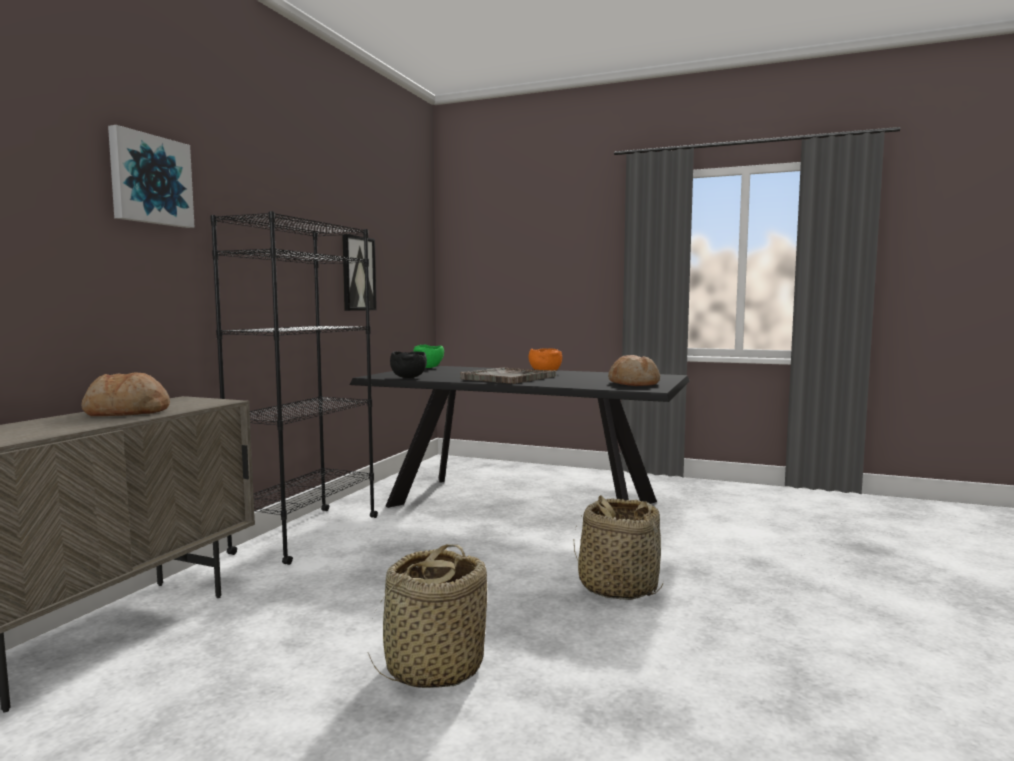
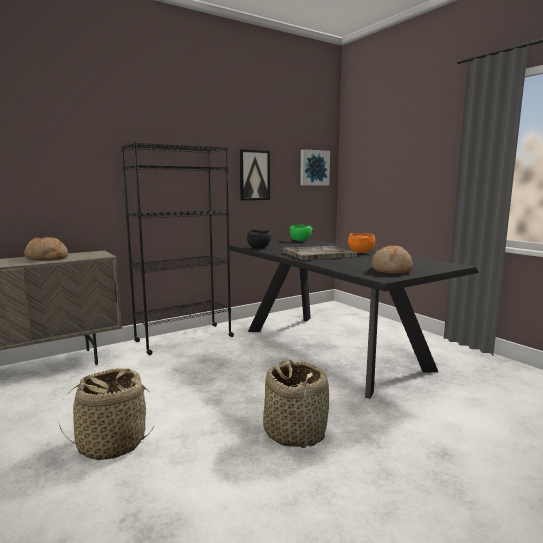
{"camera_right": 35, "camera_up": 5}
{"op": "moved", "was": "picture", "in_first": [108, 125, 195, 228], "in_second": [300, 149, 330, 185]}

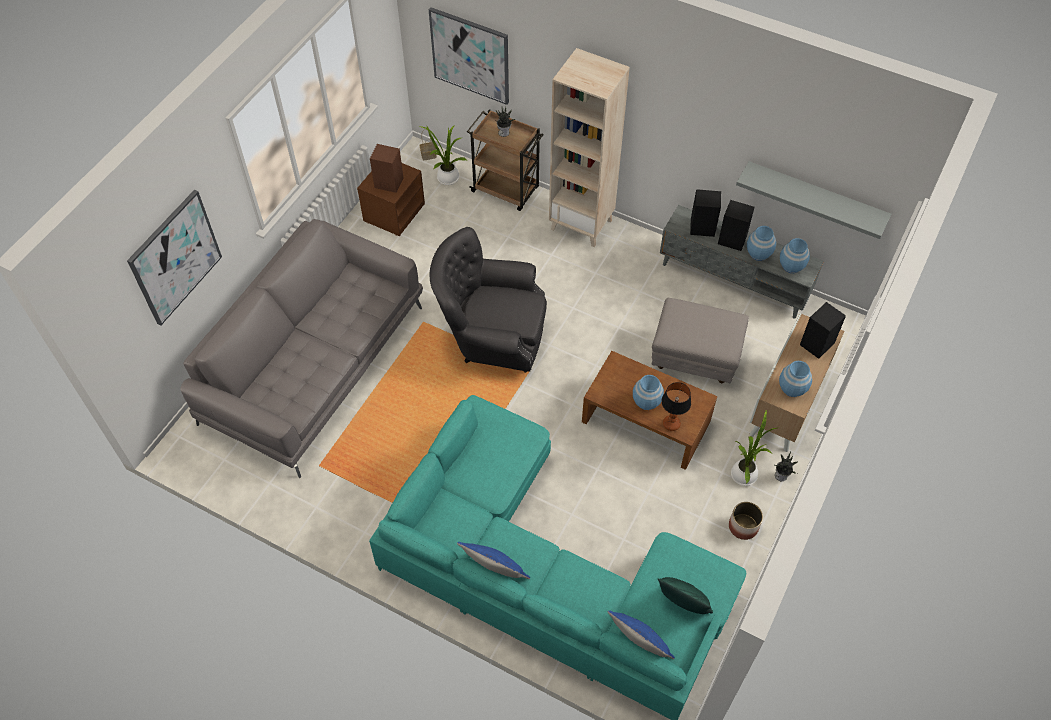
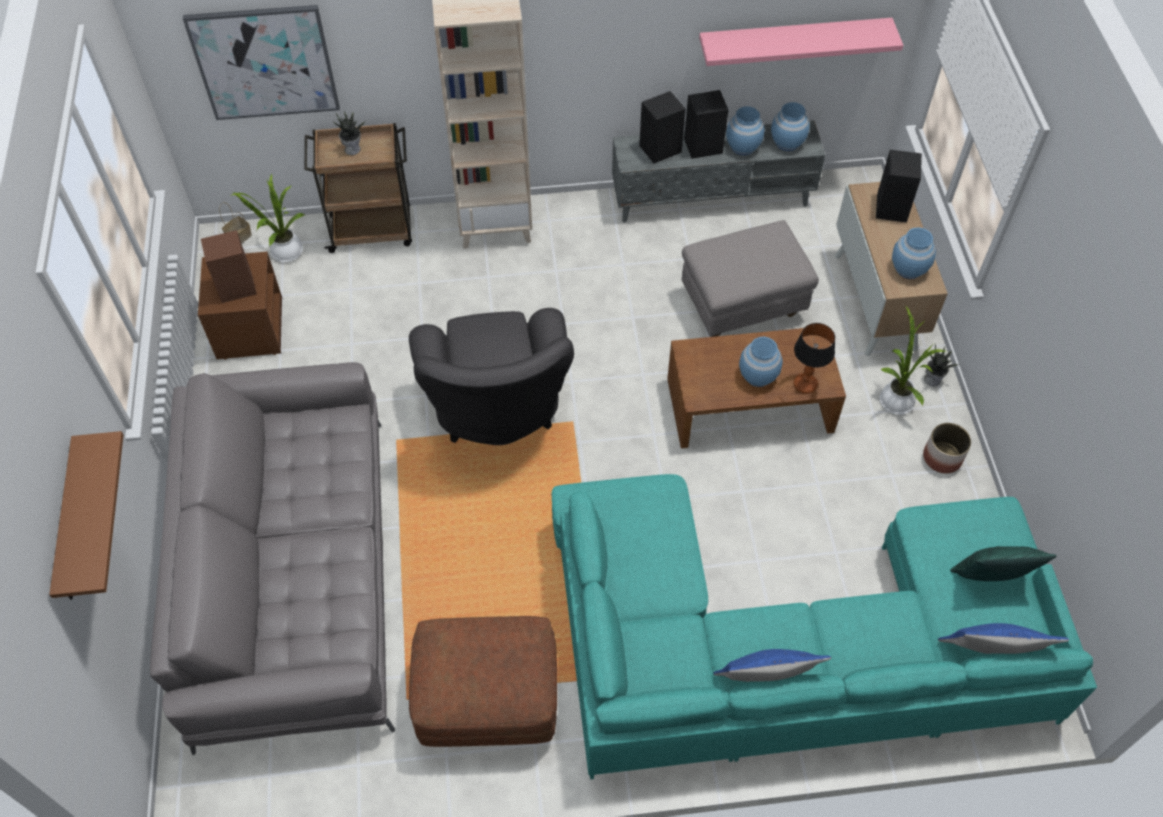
{"camera_right": -35, "camera_up": 0}
{"op": "replaced", "was": "picture", "now": "brown shelf", "in_first": [127, 190, 222, 326], "in_second": [49, 431, 123, 600]}
{"op": "turned", "was": "grey armchair", "in_first": [430, 227, 547, 373], "in_second": [409, 308, 574, 445], "clockwise": -75}
{"op": "added", "now": "brown ottoman", "in_second": [409, 616, 557, 747]}
{"op": "recoloured", "was": "grey shelf", "now": "pink shelf", "in_first": [736, 161, 891, 239], "in_second": [699, 18, 903, 66]}

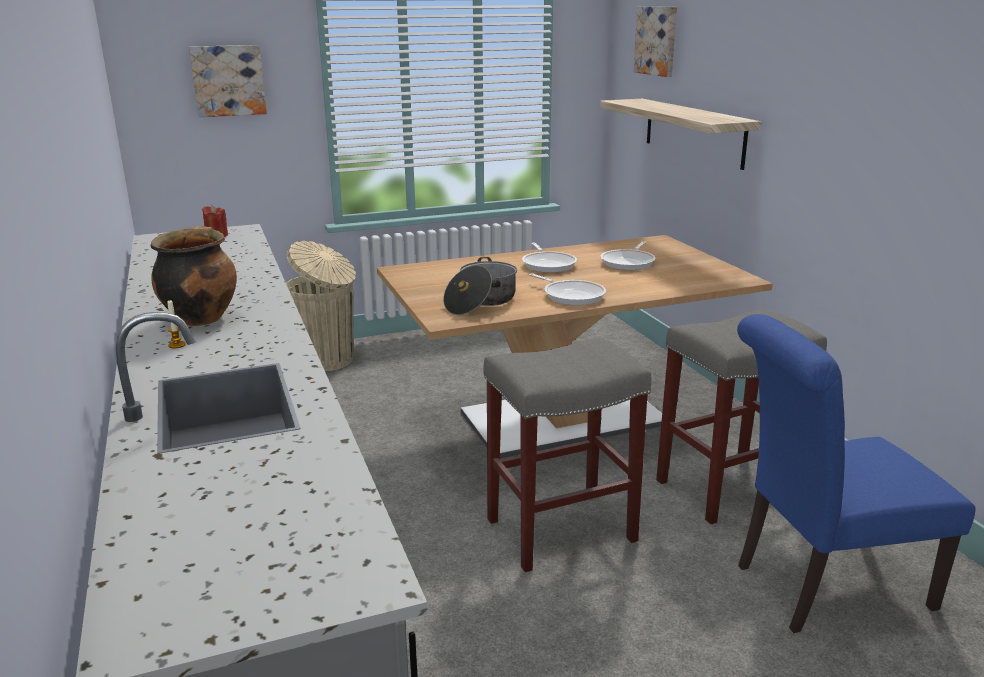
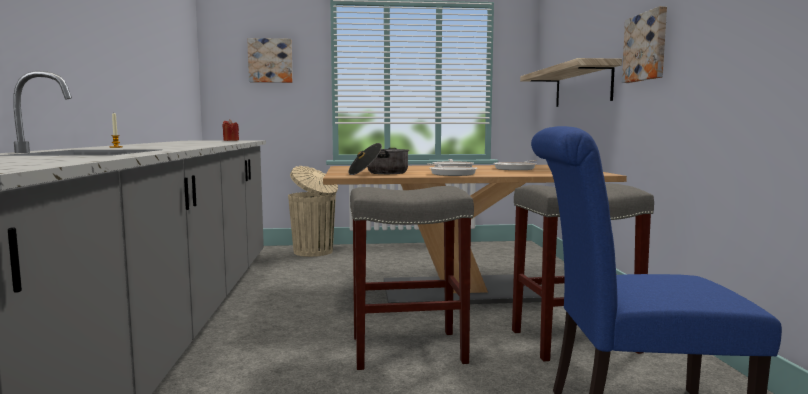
{"camera_right": 15, "camera_up": -15}
{"op": "moved", "was": "picture", "in_first": [634, 7, 677, 77], "in_second": [622, 6, 667, 83]}
{"op": "removed", "was": "cooking pot", "in_first": [151, 226, 237, 326]}

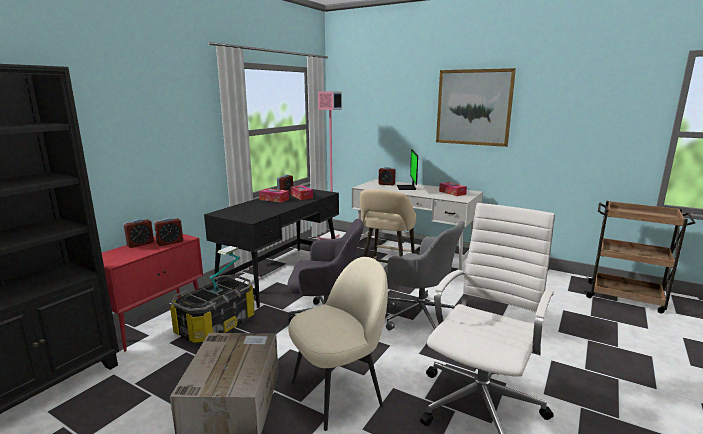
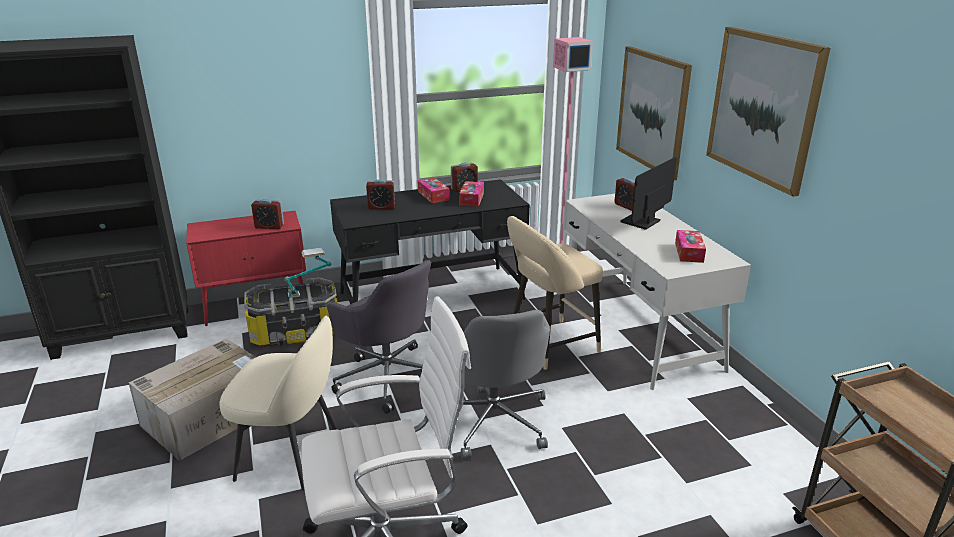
{"camera_right": 40, "camera_up": 10}
{"op": "moved", "was": "alarm clock", "in_first": [123, 219, 154, 248], "in_second": [366, 179, 395, 210]}
{"op": "added", "now": "picture", "in_second": [616, 46, 692, 180]}

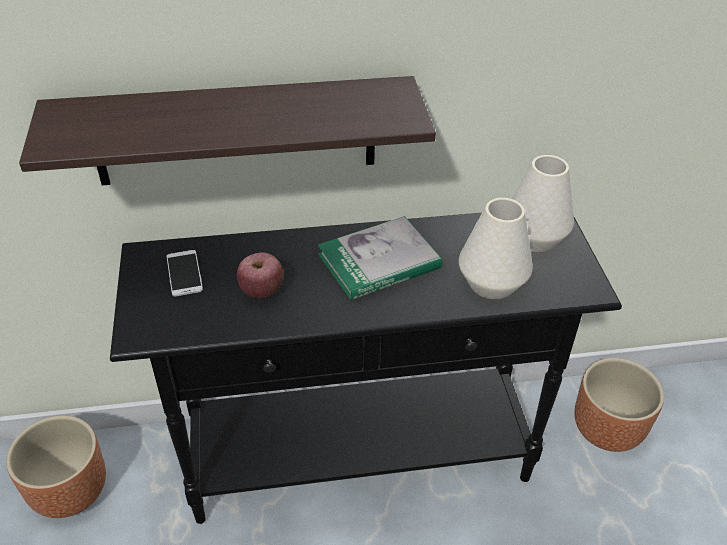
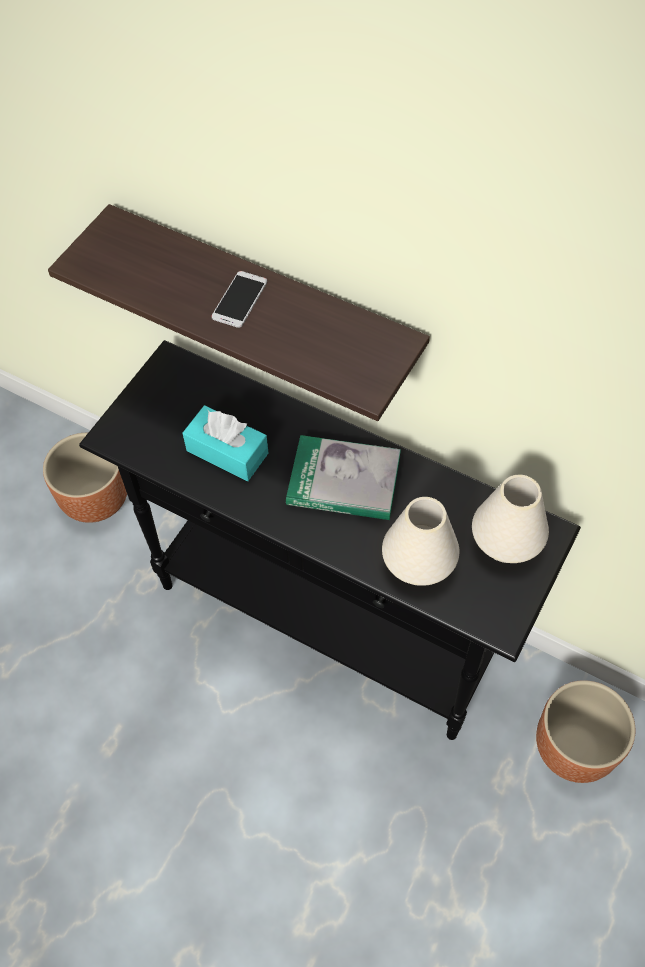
{"camera_right": 40, "camera_up": 15}
{"op": "replaced", "was": "apple", "now": "turquoise tissue box", "in_first": [237, 252, 284, 298], "in_second": [182, 405, 268, 481]}
{"op": "moved", "was": "phone", "in_first": [166, 250, 203, 297], "in_second": [211, 271, 267, 328]}

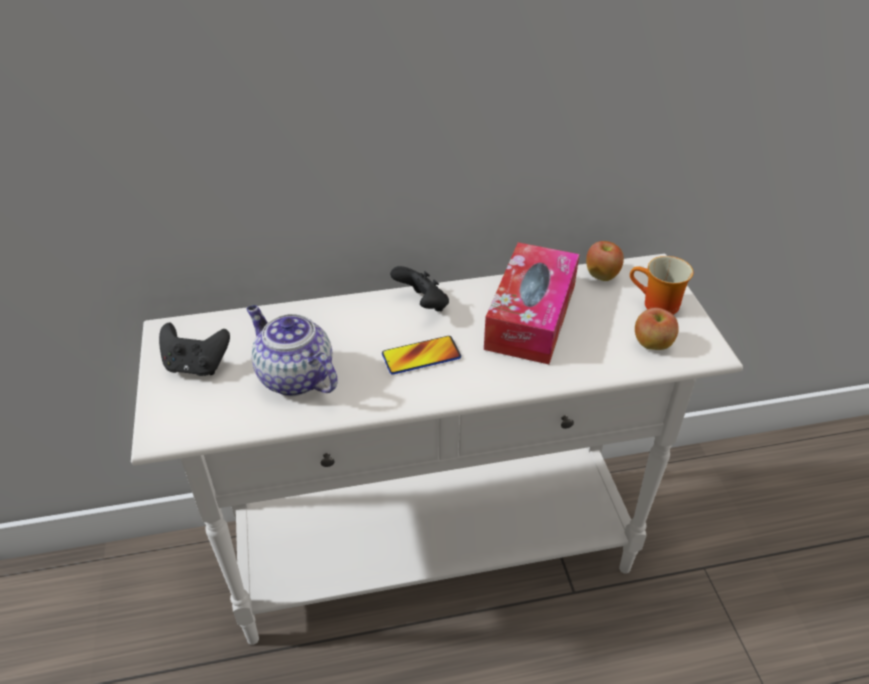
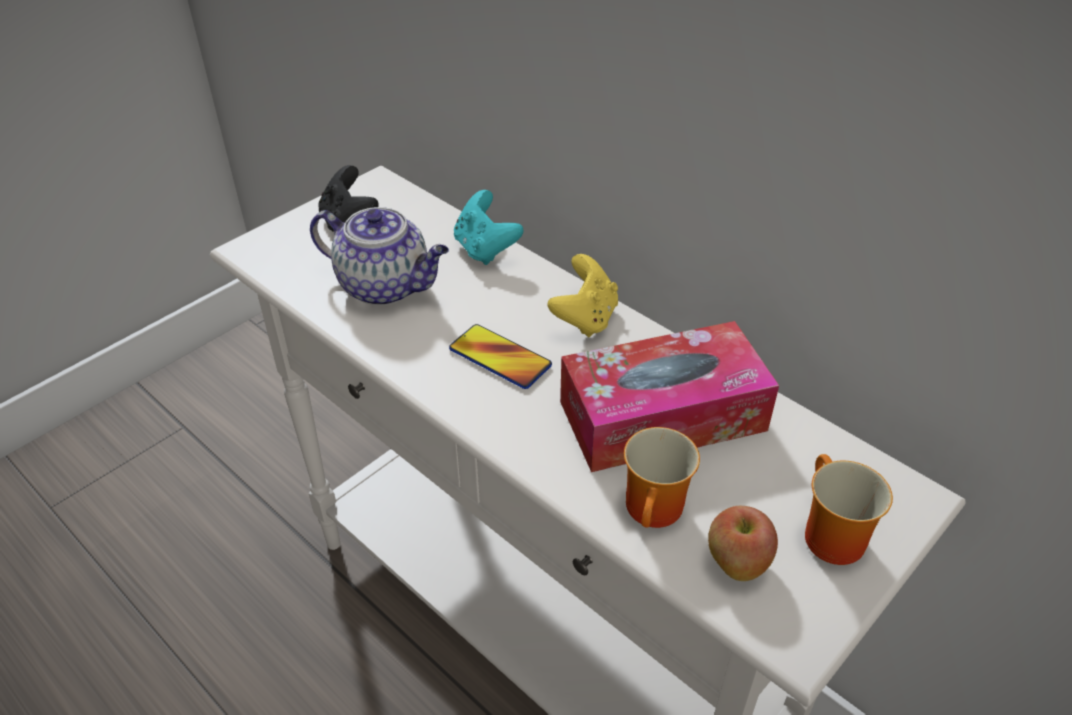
{"camera_right": 55, "camera_up": 0}
{"op": "turned", "was": "teapot", "in_first": [247, 305, 338, 397], "in_second": [310, 207, 449, 306], "clockwise": 105}
{"op": "added", "now": "turquoise game controller", "in_second": [454, 190, 524, 265]}
{"op": "recoloured", "was": "black game controller", "now": "yellow game controller", "in_first": [390, 266, 449, 312], "in_second": [548, 254, 618, 337]}
{"op": "added", "now": "mug", "in_second": [624, 427, 700, 528]}
{"op": "removed", "was": "apple", "in_first": [586, 241, 624, 281]}

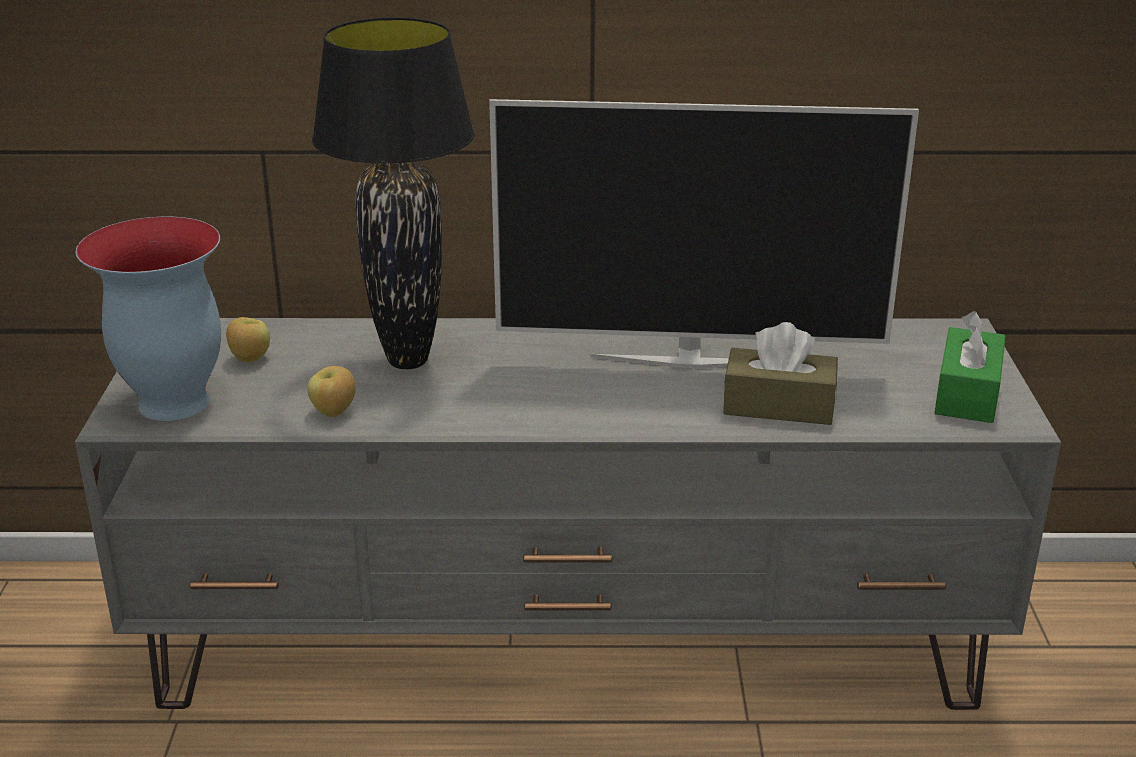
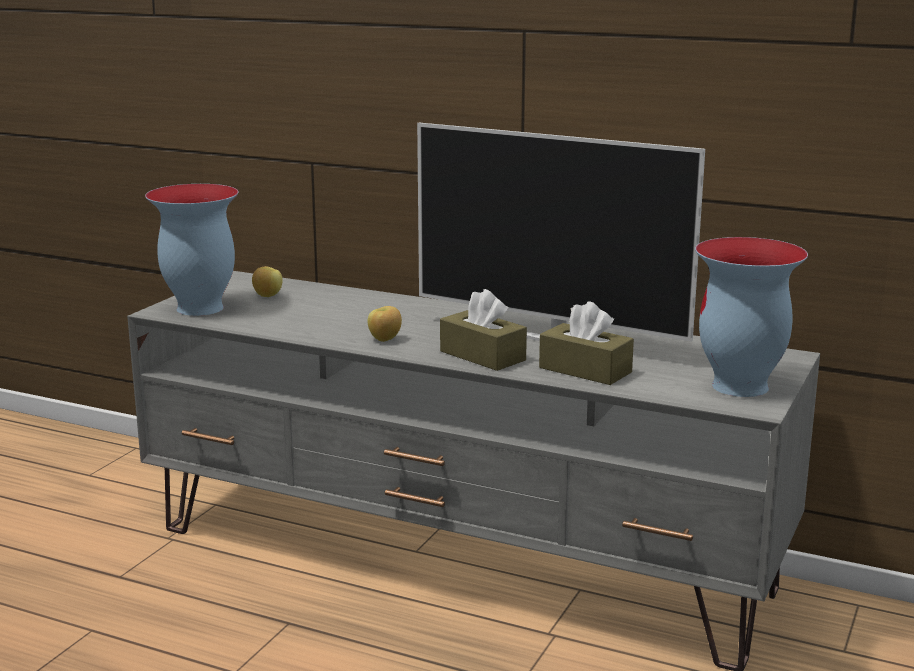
{"camera_right": 25, "camera_up": -10}
{"op": "moved", "was": "apple", "in_first": [307, 366, 356, 417], "in_second": [368, 306, 402, 342]}
{"op": "added", "now": "brown tissue box", "in_second": [440, 289, 527, 371]}
{"op": "replaced", "was": "green tissue box", "now": "vase", "in_first": [934, 311, 1006, 423], "in_second": [695, 237, 808, 397]}
{"op": "removed", "was": "black table lamp", "in_first": [312, 17, 475, 369]}

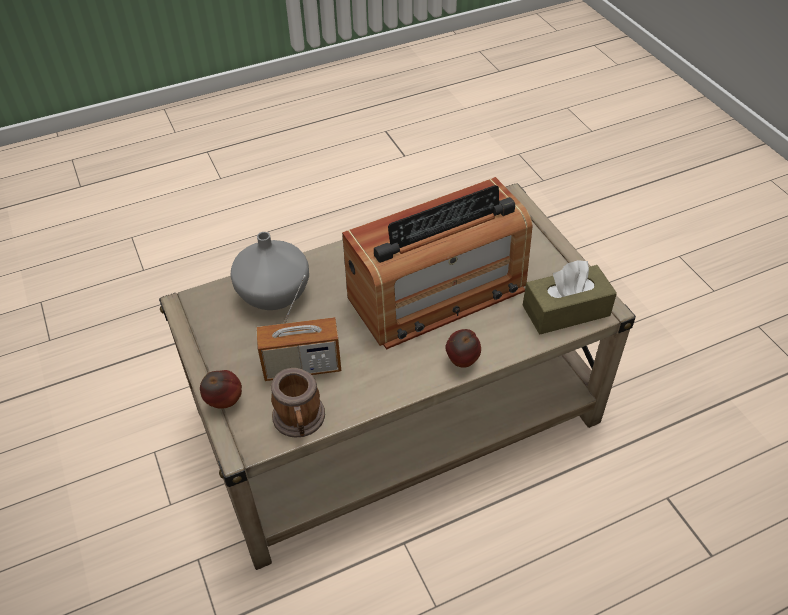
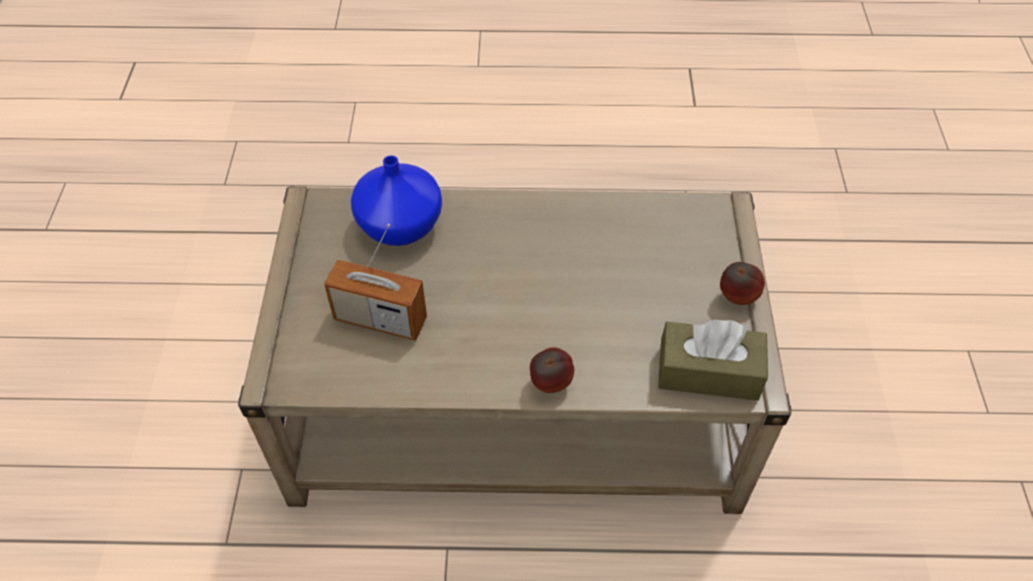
{"camera_right": 25, "camera_up": 5}
{"op": "recoloured", "was": "grey vase", "now": "blue vase", "in_first": [230, 232, 309, 310], "in_second": [351, 155, 442, 246]}
{"op": "moved", "was": "apple", "in_first": [200, 370, 242, 409], "in_second": [720, 262, 765, 305]}
{"op": "removed", "was": "mug", "in_first": [271, 368, 325, 437]}
{"op": "removed", "was": "radio", "in_first": [342, 177, 533, 350]}

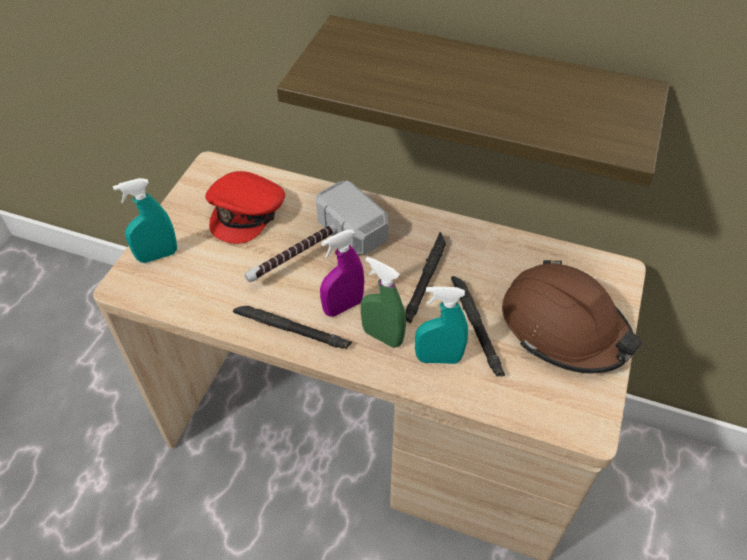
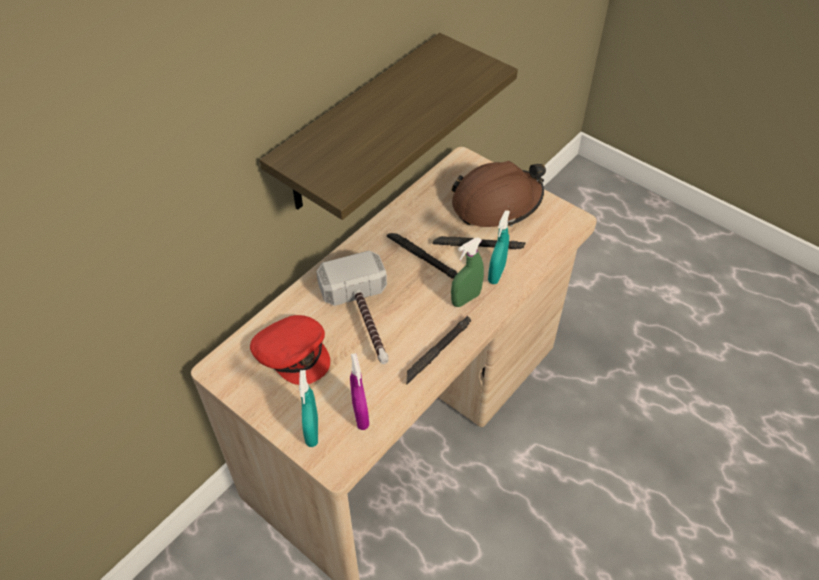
{"camera_right": -70, "camera_up": 0}
{"op": "moved", "was": "purple spray bottle", "in_first": [320, 230, 364, 317], "in_second": [350, 353, 369, 430]}

